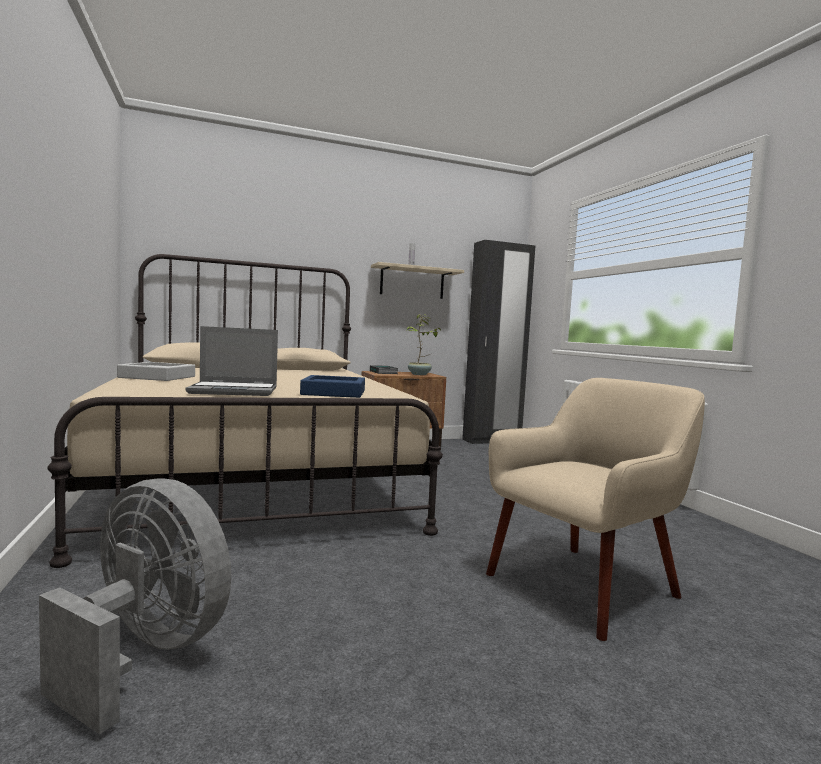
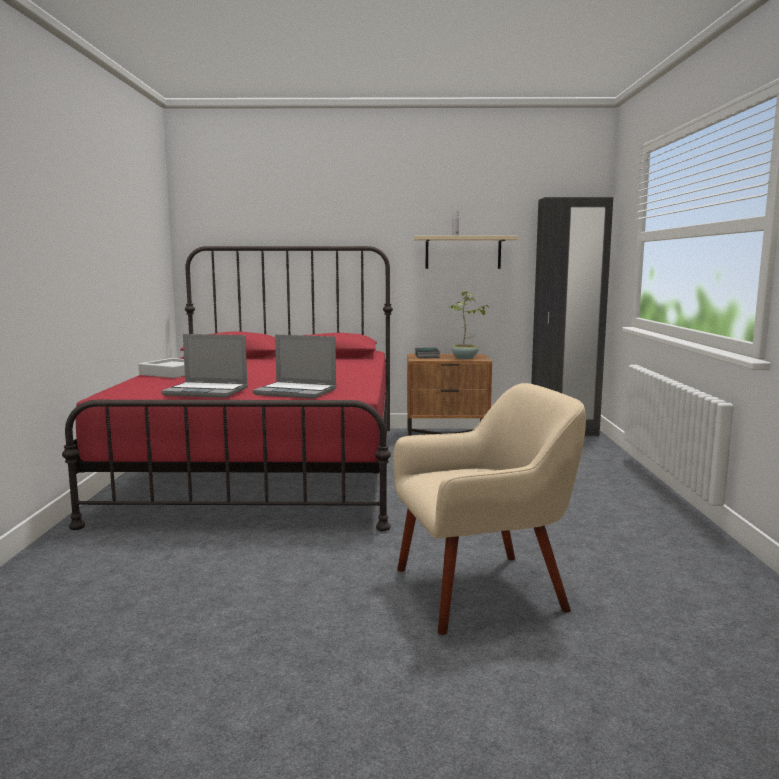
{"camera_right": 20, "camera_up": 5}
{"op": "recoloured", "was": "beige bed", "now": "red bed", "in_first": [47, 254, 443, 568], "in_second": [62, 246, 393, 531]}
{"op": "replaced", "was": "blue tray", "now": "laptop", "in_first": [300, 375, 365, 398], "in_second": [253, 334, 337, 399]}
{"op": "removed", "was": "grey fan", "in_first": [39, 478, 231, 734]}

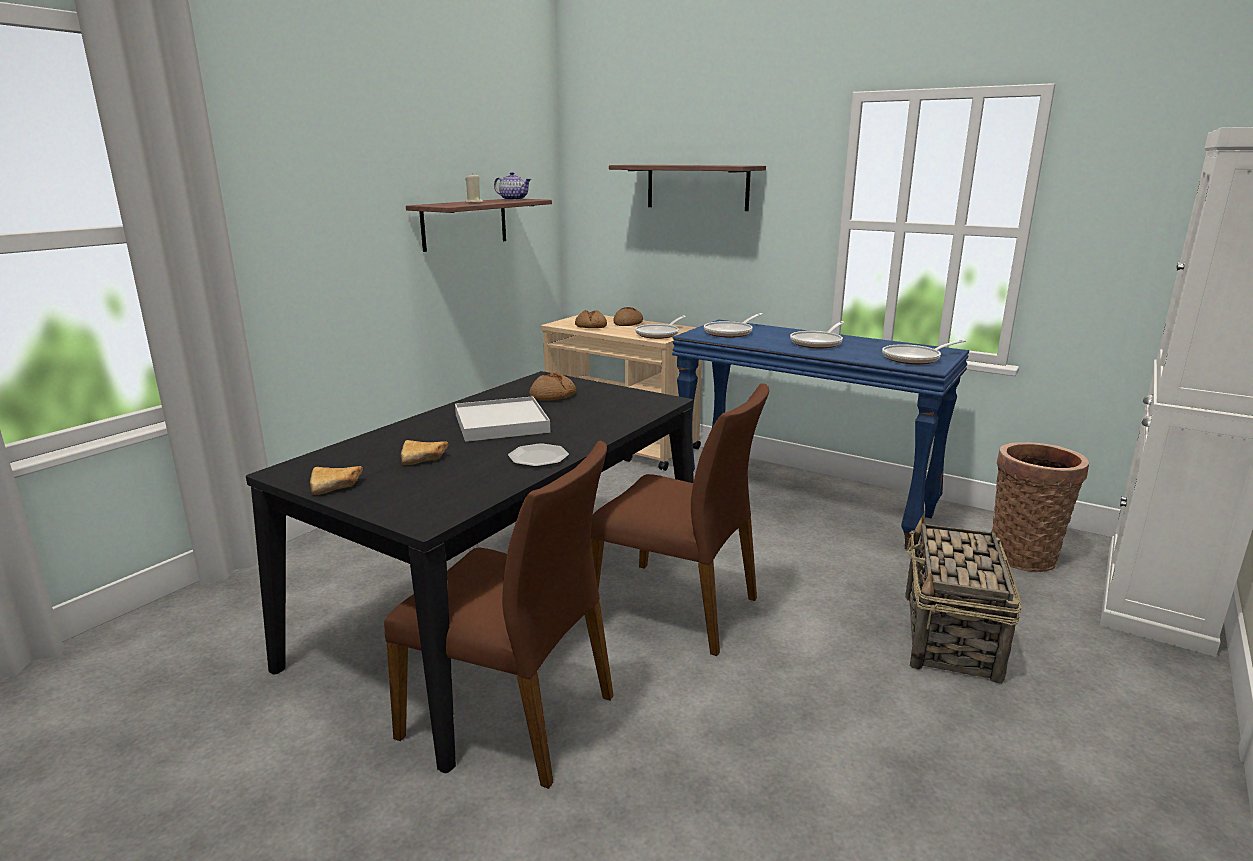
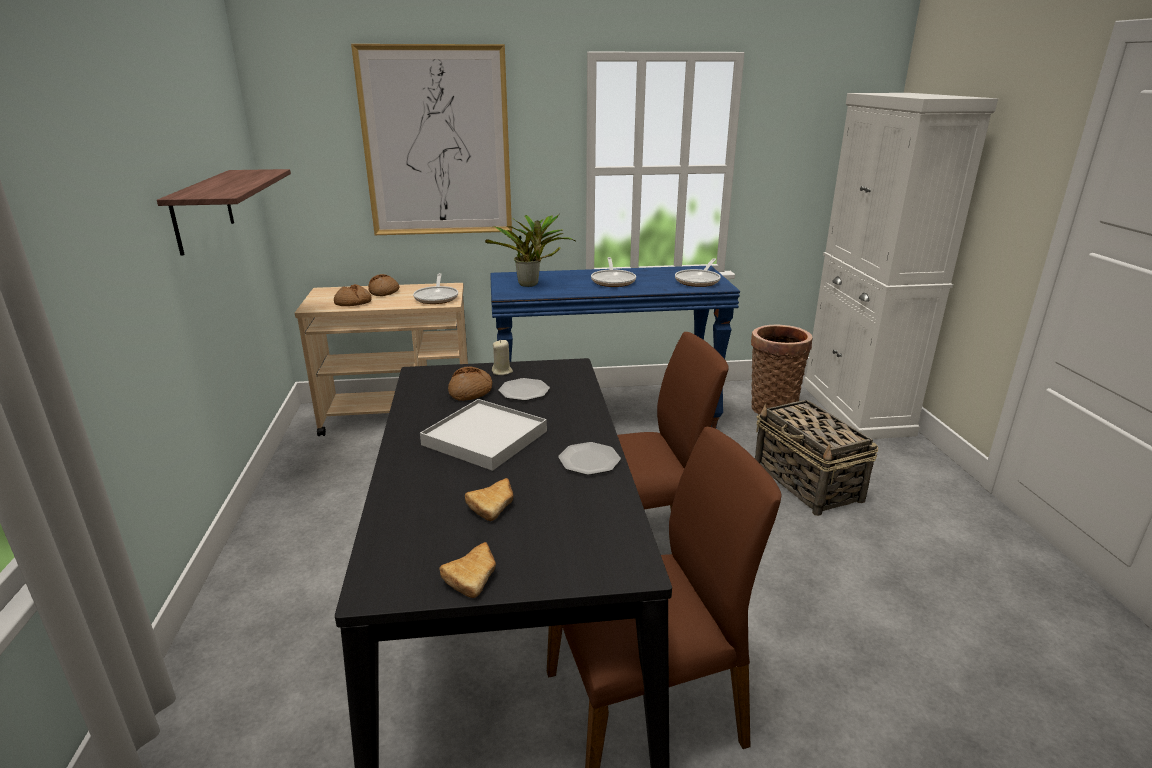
{"camera_right": -40, "camera_up": 5}
{"op": "replaced", "was": "shelf", "now": "picture", "in_first": [609, 165, 766, 211], "in_second": [351, 44, 512, 235]}
{"op": "replaced", "was": "frying pan", "now": "potted plant", "in_first": [704, 313, 763, 338], "in_second": [485, 213, 576, 287]}
{"op": "moved", "was": "beige candle", "in_first": [465, 173, 484, 203], "in_second": [492, 340, 513, 375]}
{"op": "added", "now": "plate", "in_second": [498, 378, 550, 401]}
{"op": "removed", "was": "teapot", "in_first": [494, 172, 532, 200]}

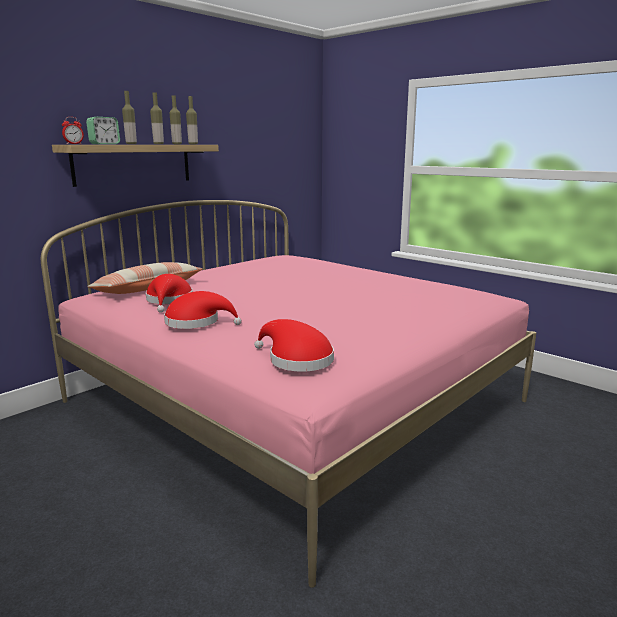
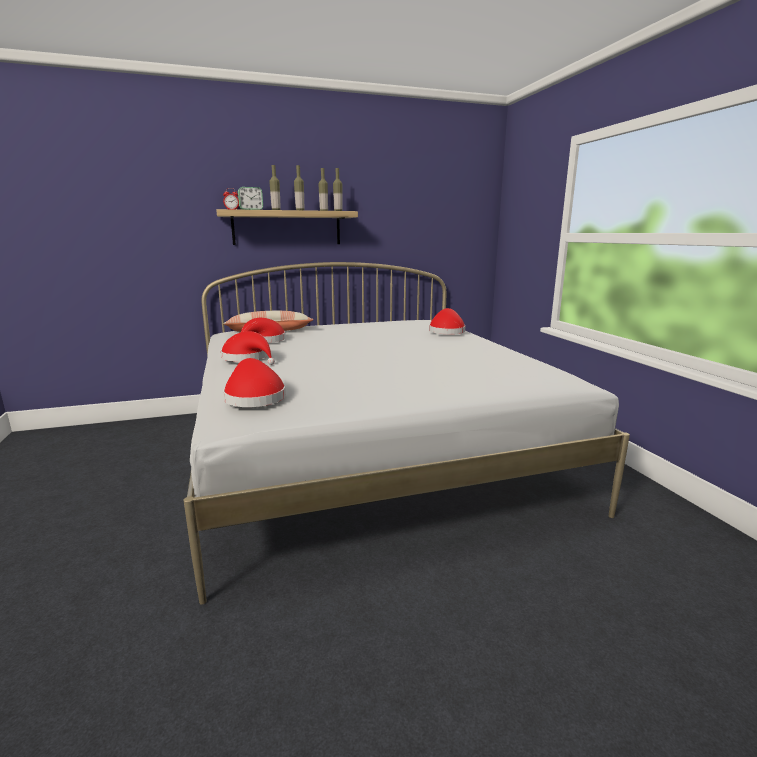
{"camera_right": 30, "camera_up": 0}
{"op": "recoloured", "was": "pink bed", "now": "white bed", "in_first": [41, 200, 536, 588], "in_second": [184, 262, 630, 605]}
{"op": "added", "now": "red hat", "in_second": [429, 308, 465, 334]}

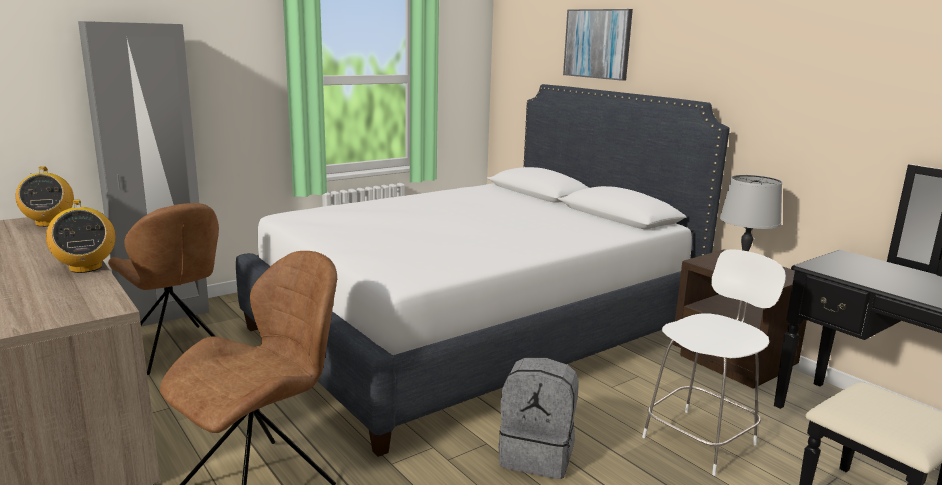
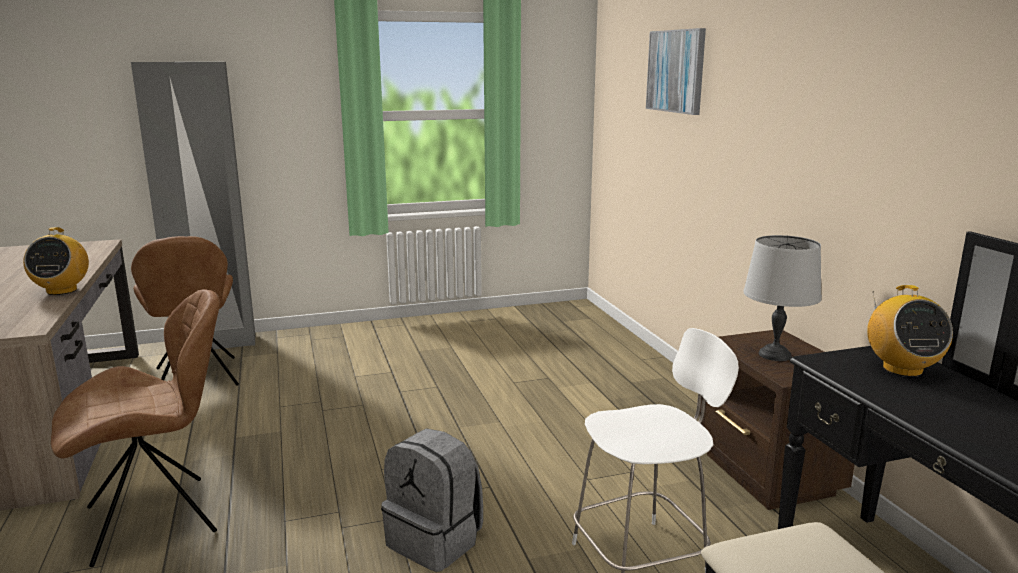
{"camera_right": 20, "camera_up": 0}
{"op": "moved", "was": "radio", "in_first": [15, 166, 74, 227], "in_second": [867, 285, 953, 377]}
{"op": "removed", "was": "white bed", "in_first": [236, 84, 730, 457]}

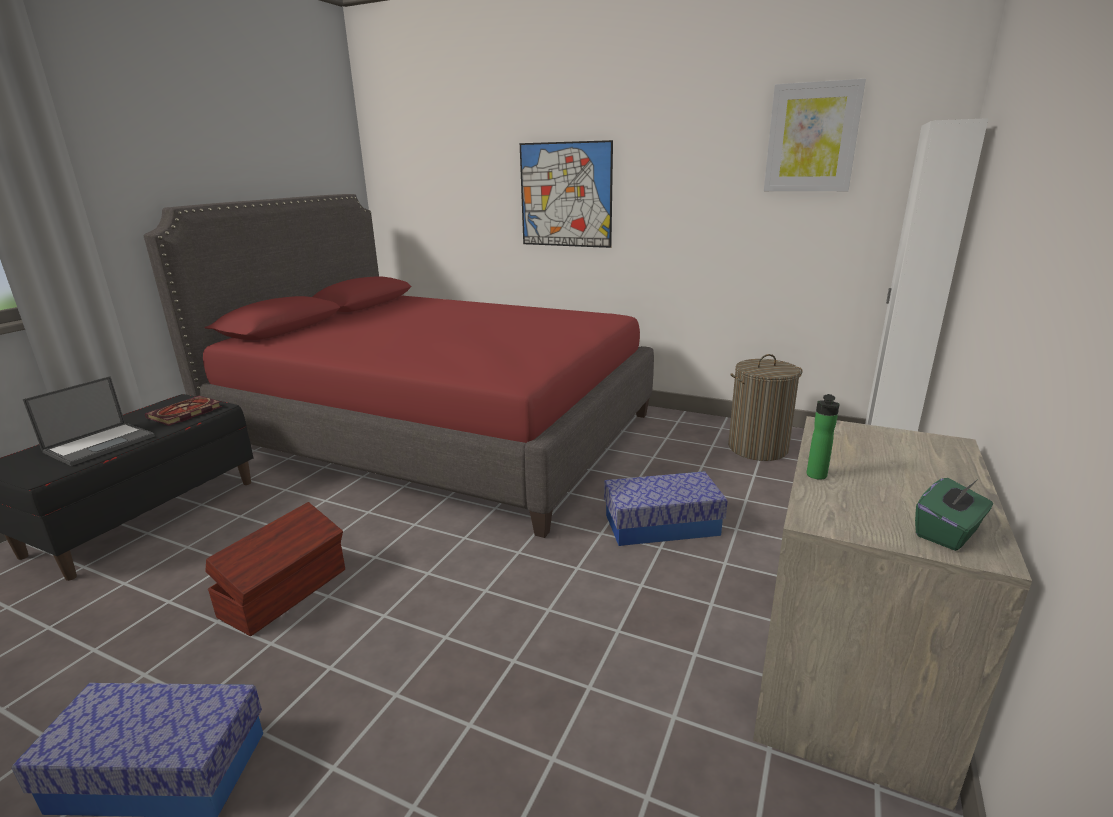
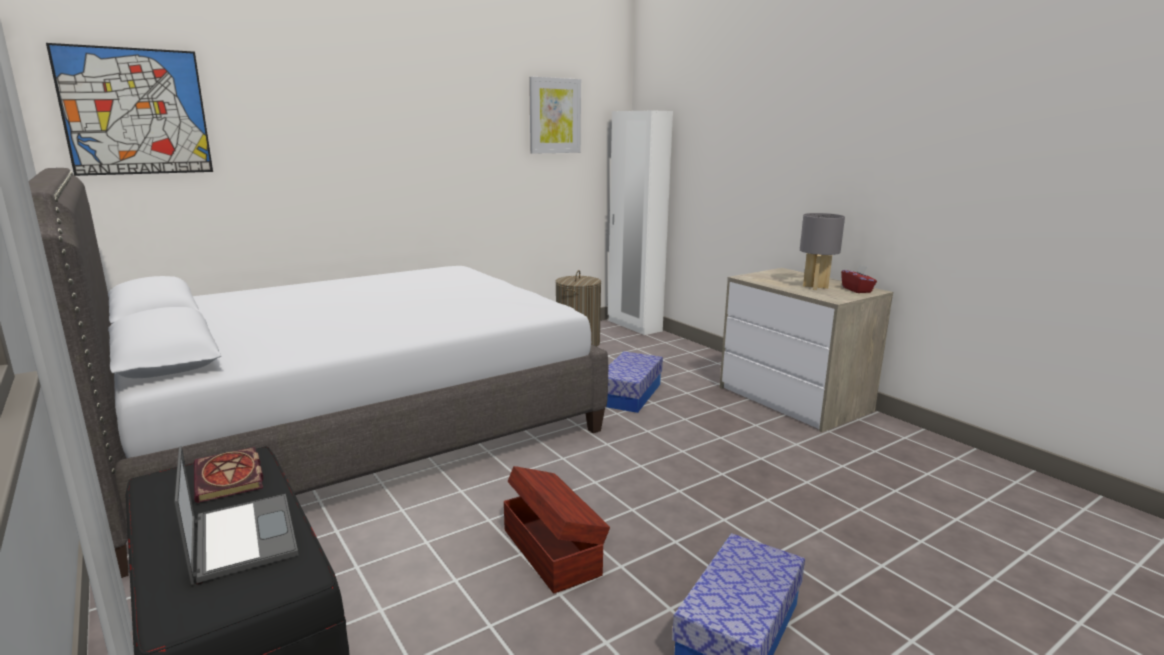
{"camera_right": -60, "camera_up": -5}
{"op": "recoloured", "was": "red bed", "now": "grey bed", "in_first": [144, 194, 654, 538], "in_second": [29, 168, 608, 578]}
{"op": "moved", "was": "picture", "in_first": [520, 140, 613, 248], "in_second": [46, 43, 213, 176]}
{"op": "added", "now": "grey table lamp", "in_second": [800, 213, 845, 290]}
{"op": "recoloured", "was": "green tissue box", "now": "red tissue box", "in_first": [915, 478, 993, 551], "in_second": [841, 264, 877, 293]}
{"op": "removed", "was": "bottle", "in_first": [807, 394, 840, 480]}

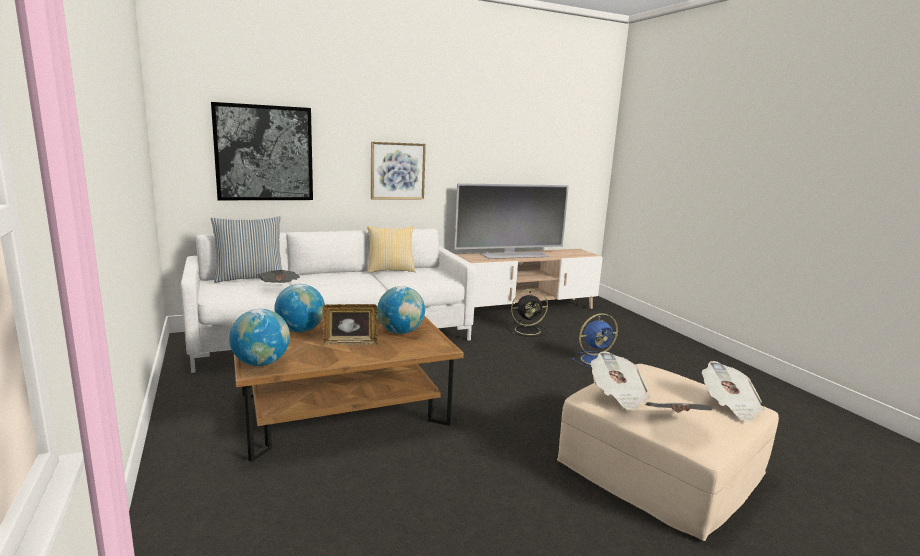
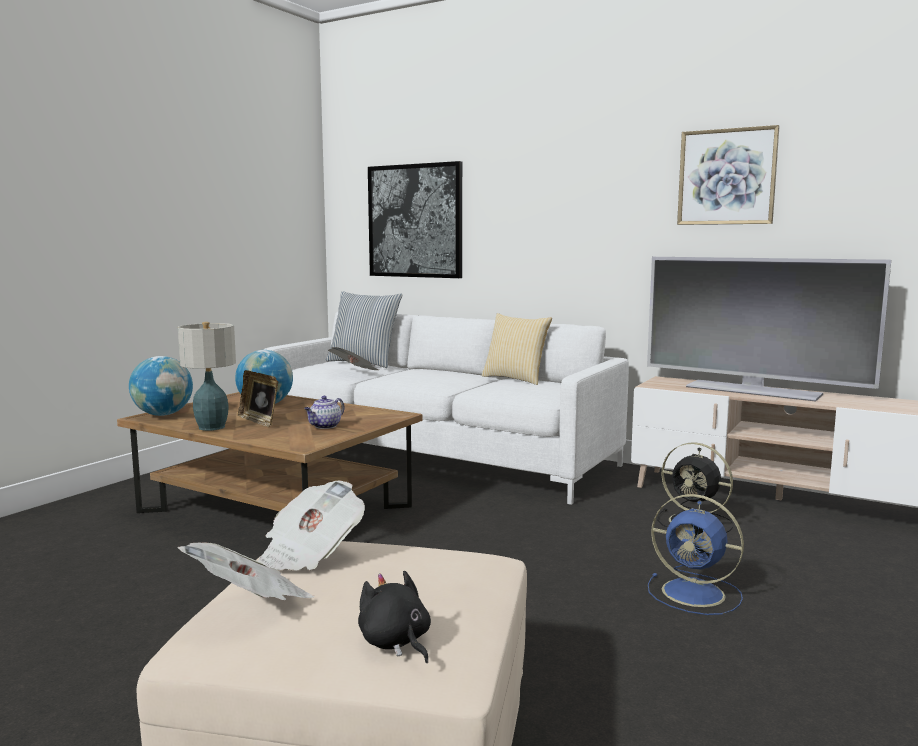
{"camera_right": 55, "camera_up": -5}
{"op": "added", "now": "table lamp", "in_second": [178, 322, 236, 431]}
{"op": "replaced", "was": "globe", "now": "teapot", "in_first": [377, 286, 425, 334], "in_second": [304, 396, 344, 429]}
{"op": "replaced", "was": "newspaper", "now": "black plush toy", "in_first": [702, 361, 765, 422], "in_second": [358, 570, 431, 663]}
{"op": "moved", "was": "picture", "in_first": [371, 142, 426, 200], "in_second": [677, 125, 780, 225]}

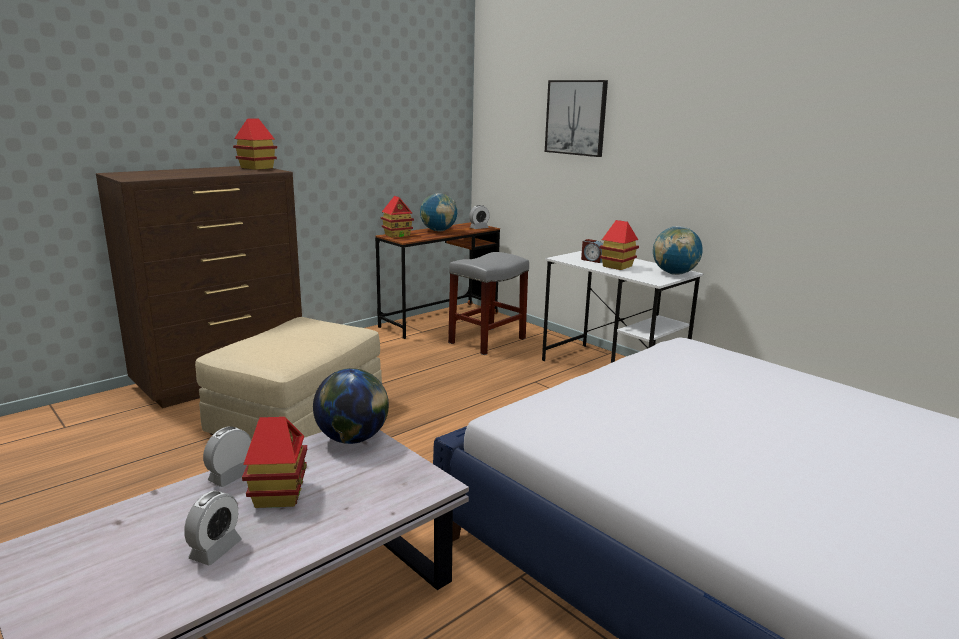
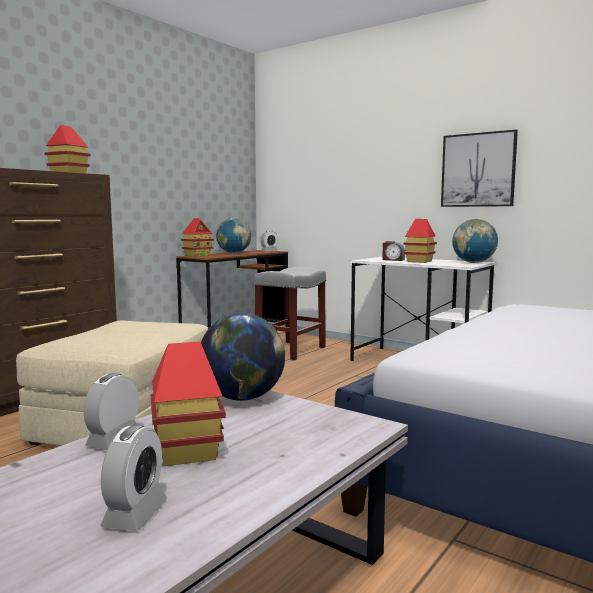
{"camera_right": -10, "camera_up": -10}
{"op": "moved", "was": "picture", "in_first": [545, 80, 608, 157], "in_second": [441, 130, 518, 207]}

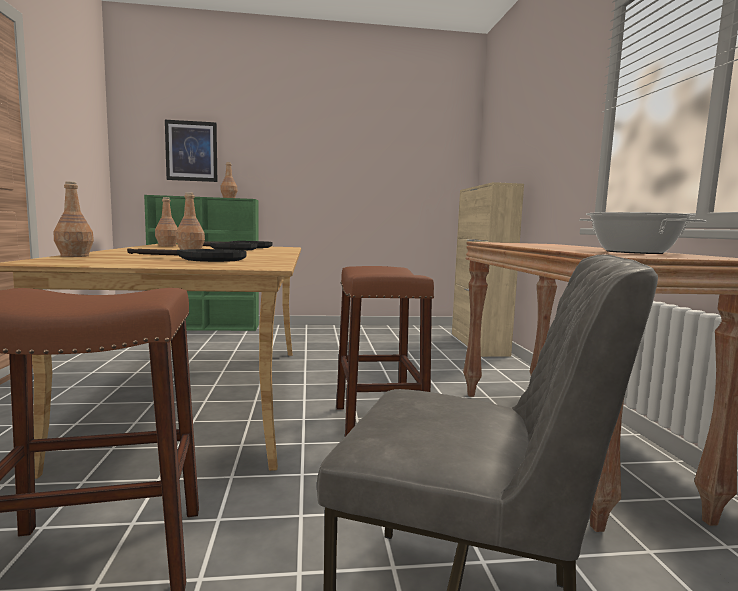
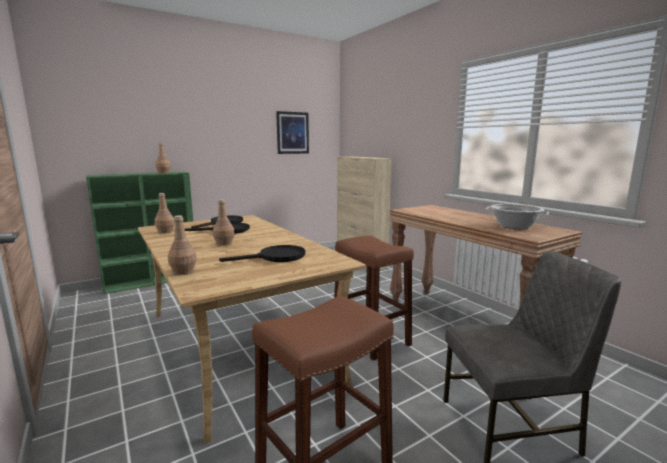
{"camera_right": -25, "camera_up": 5}
{"op": "moved", "was": "picture", "in_first": [165, 120, 217, 182], "in_second": [276, 111, 309, 154]}

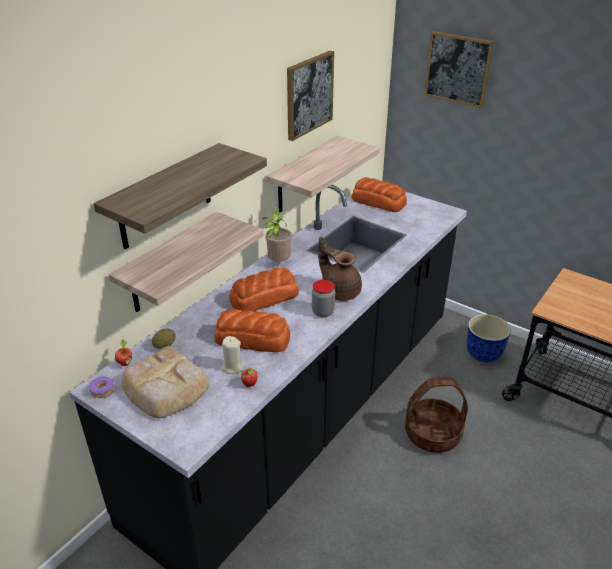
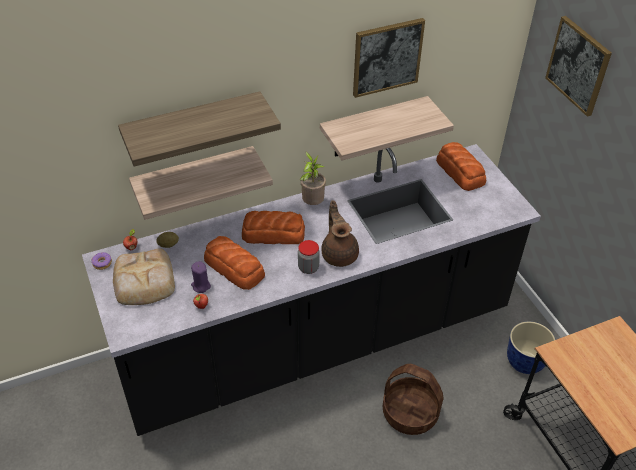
{"camera_right": 30, "camera_up": 10}
{"op": "recoloured", "was": "beige candle", "now": "purple candle", "in_first": [221, 336, 244, 374], "in_second": [191, 261, 211, 293]}

